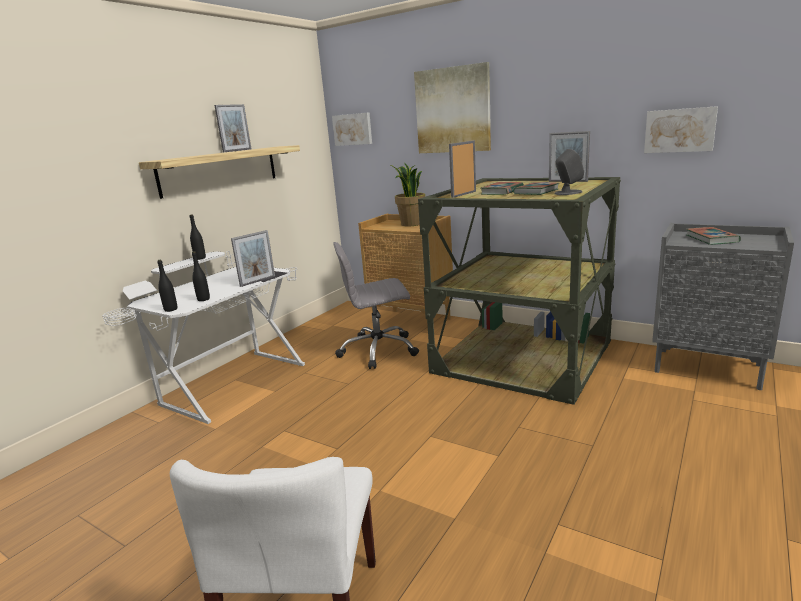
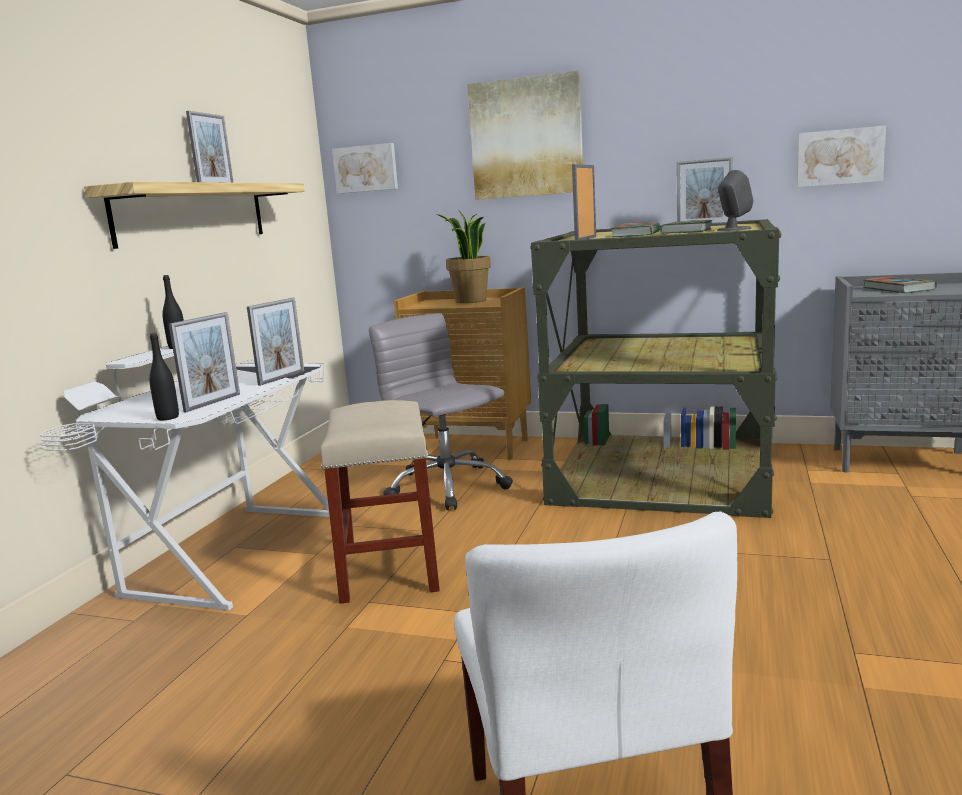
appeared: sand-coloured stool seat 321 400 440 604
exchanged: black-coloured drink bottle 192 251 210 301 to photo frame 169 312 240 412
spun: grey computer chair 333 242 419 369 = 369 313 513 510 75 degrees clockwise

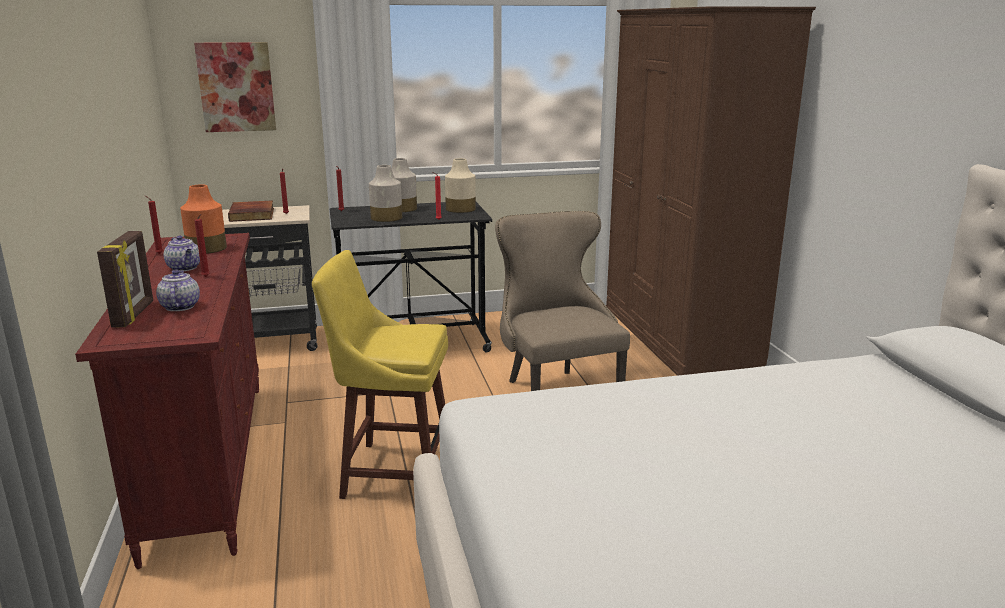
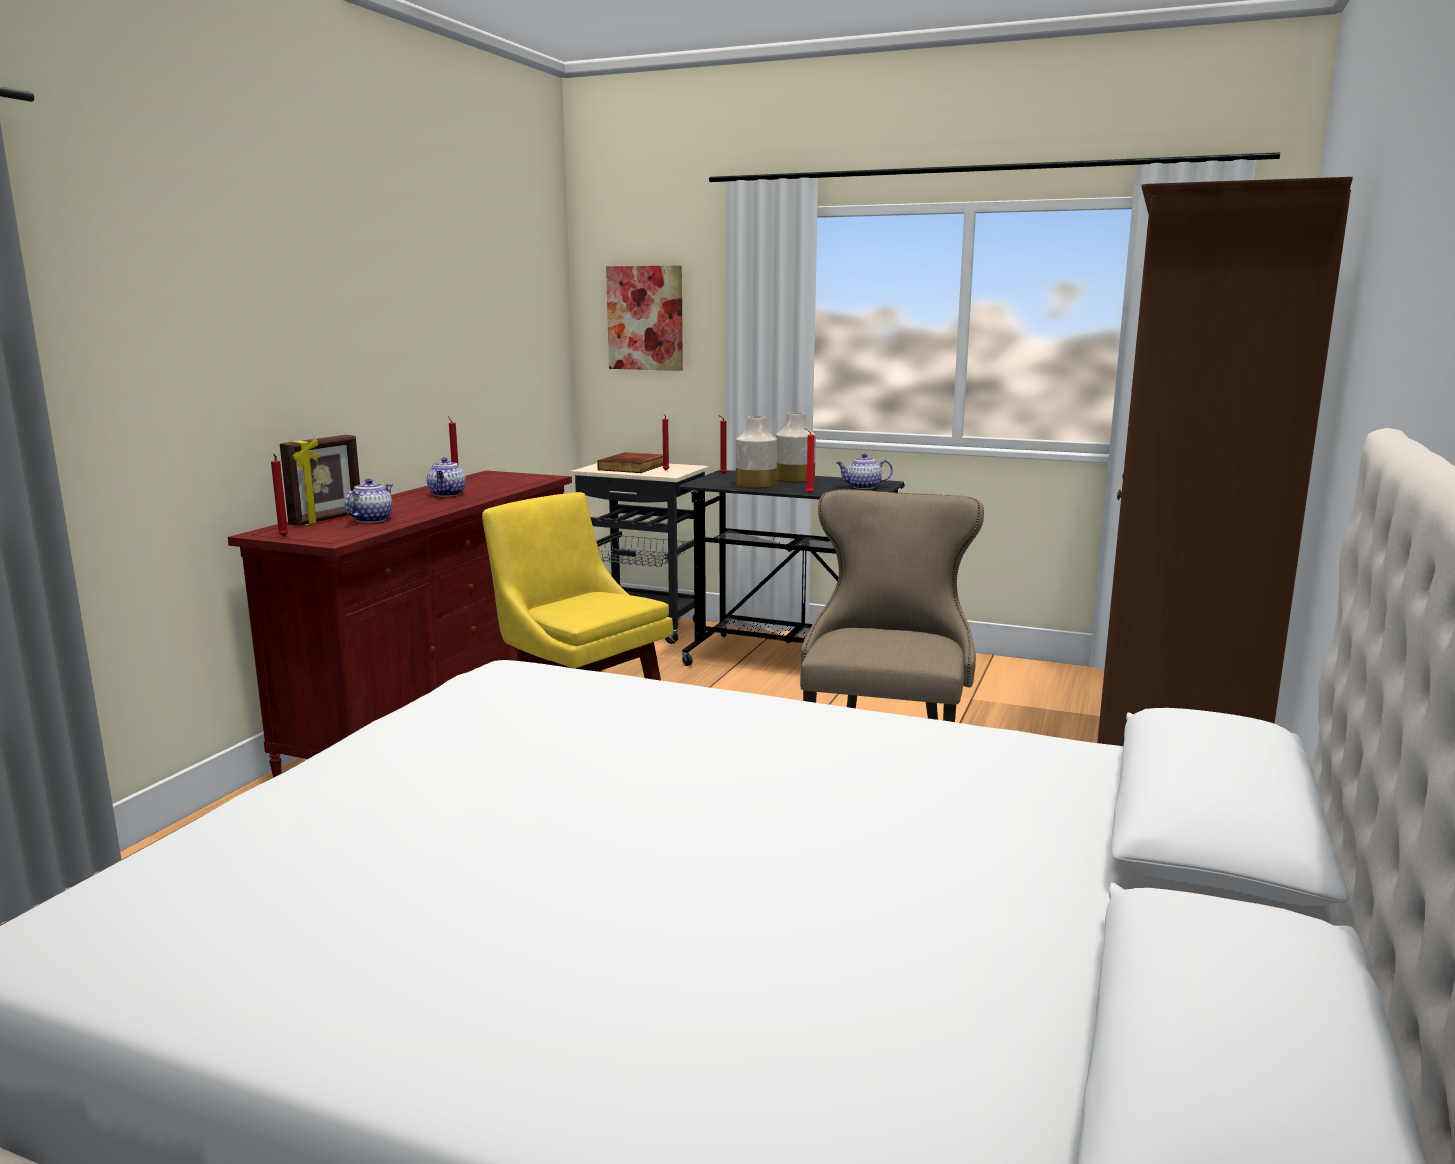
missing: orange-coloured flower vase 180 184 227 254
relocated: red-coloured wax candle 194 214 210 277 to 271 454 289 536
exchanged: sand-coloured flower vase 445 158 476 213 to teapot 836 454 893 489

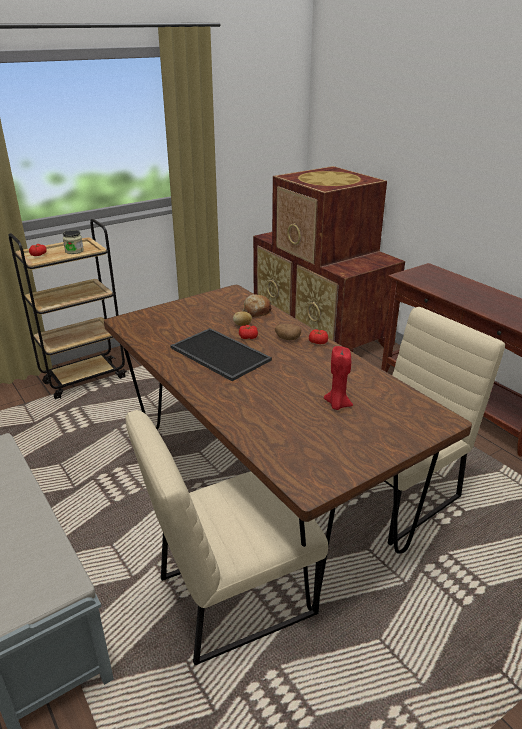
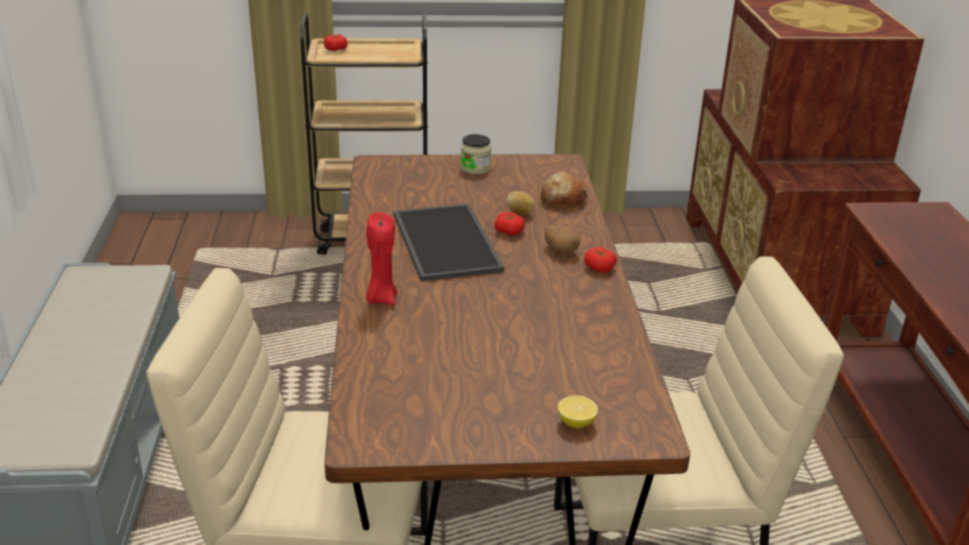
appeared: citrus fruit 558 395 598 428
relocated: preserve jar 63 230 84 254 to 461 134 491 174; red-coloured wax candle 324 346 353 410 to 366 212 397 305

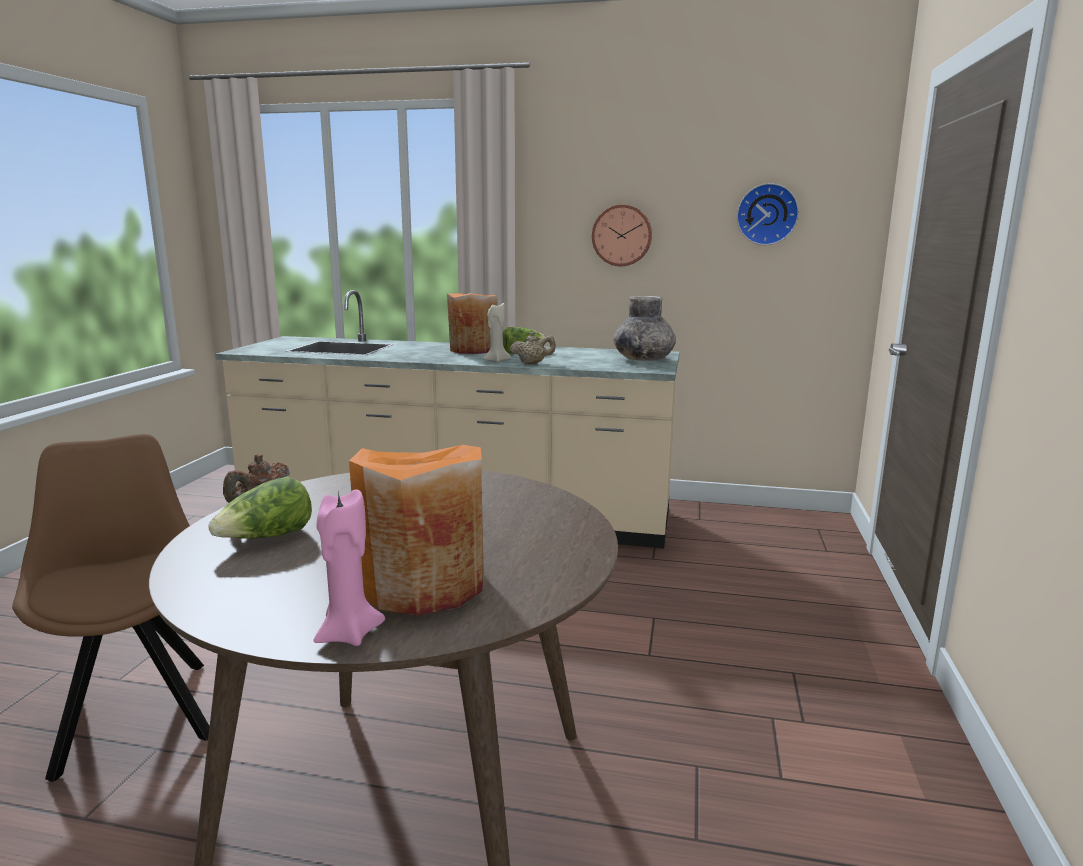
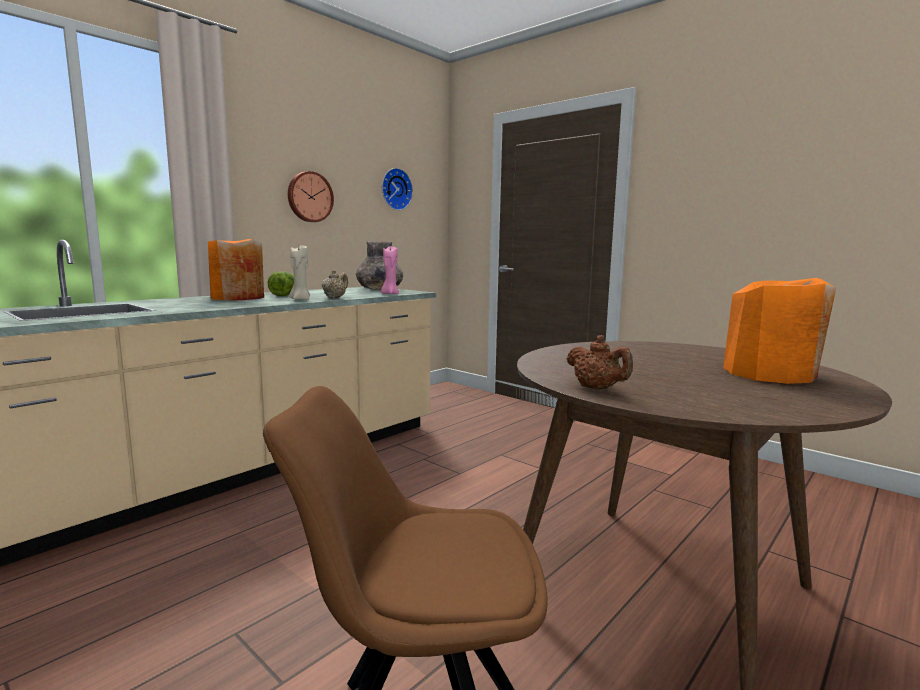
missing: lettuce head 208 477 312 539
relocated: pinkish wax candle 313 489 385 646 to 381 246 399 294

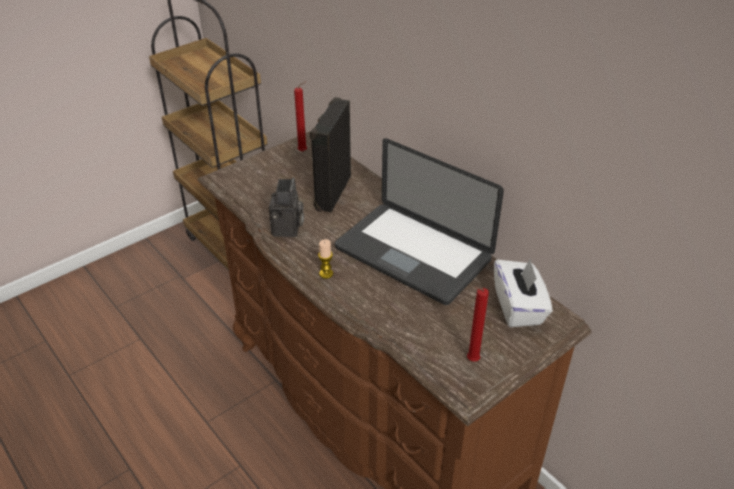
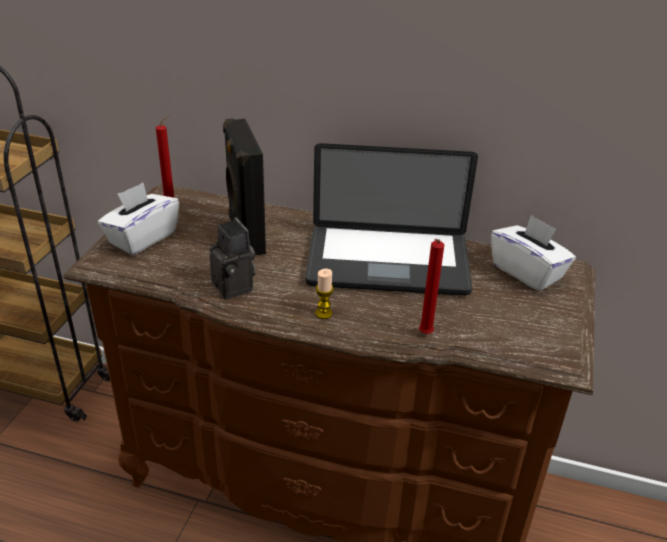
appeared: white-coloured tissue holder 98 183 179 255
relocated: red-coloured wax candle 467 287 489 362 to 419 239 444 334

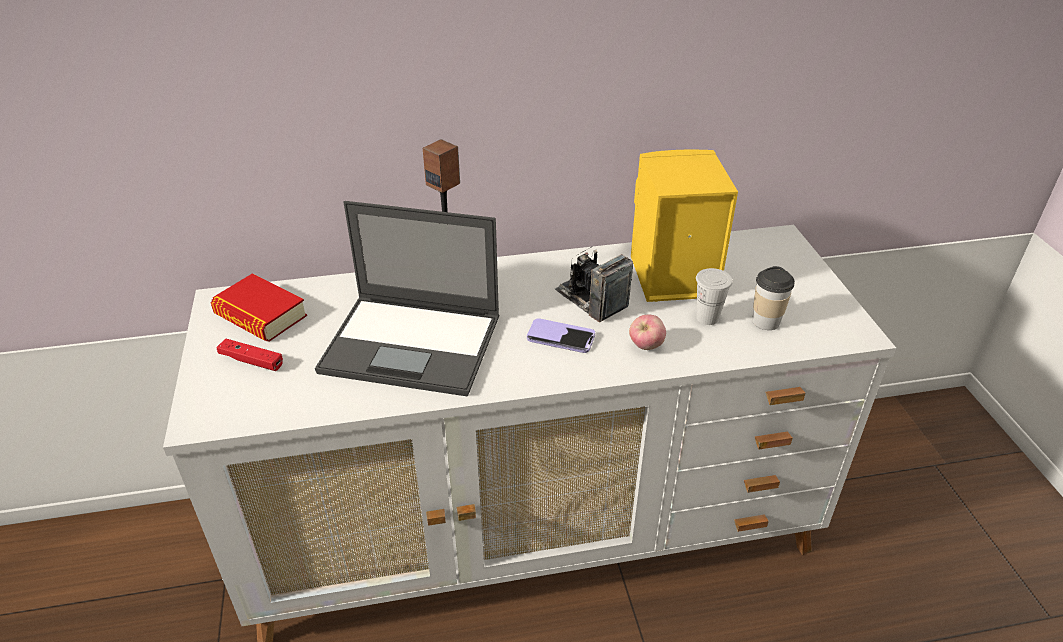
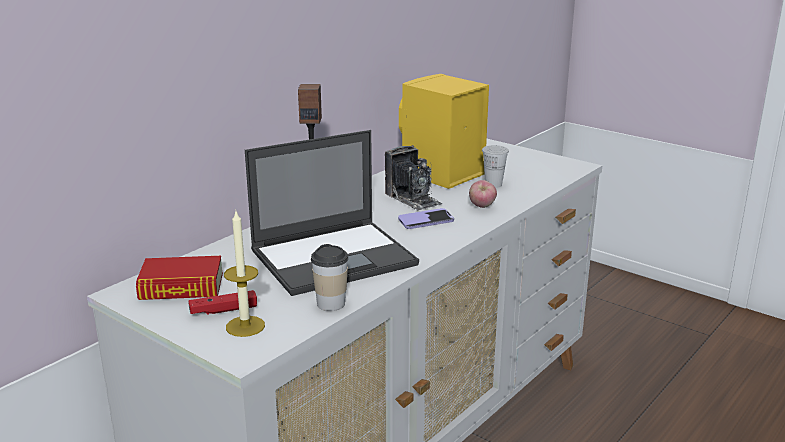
appeared: wax candle 224 209 265 337
relocated: cup 752 266 795 330 to 311 244 348 311
spun: photo camera 555 246 633 323 = 385 145 442 211 135 degrees counterclockwise

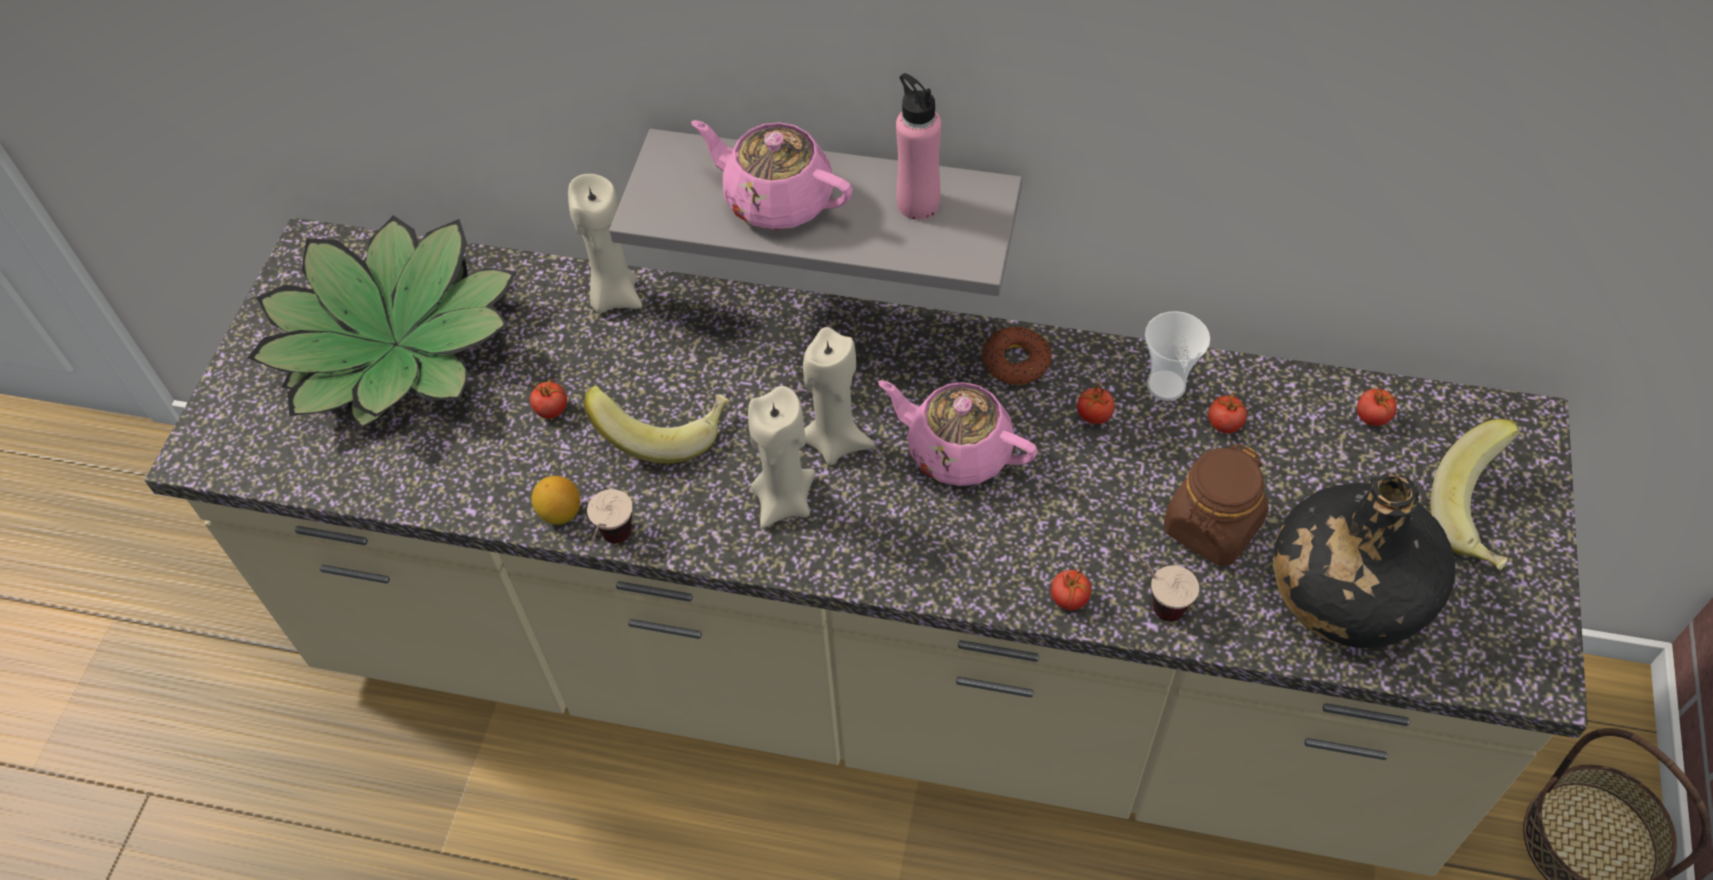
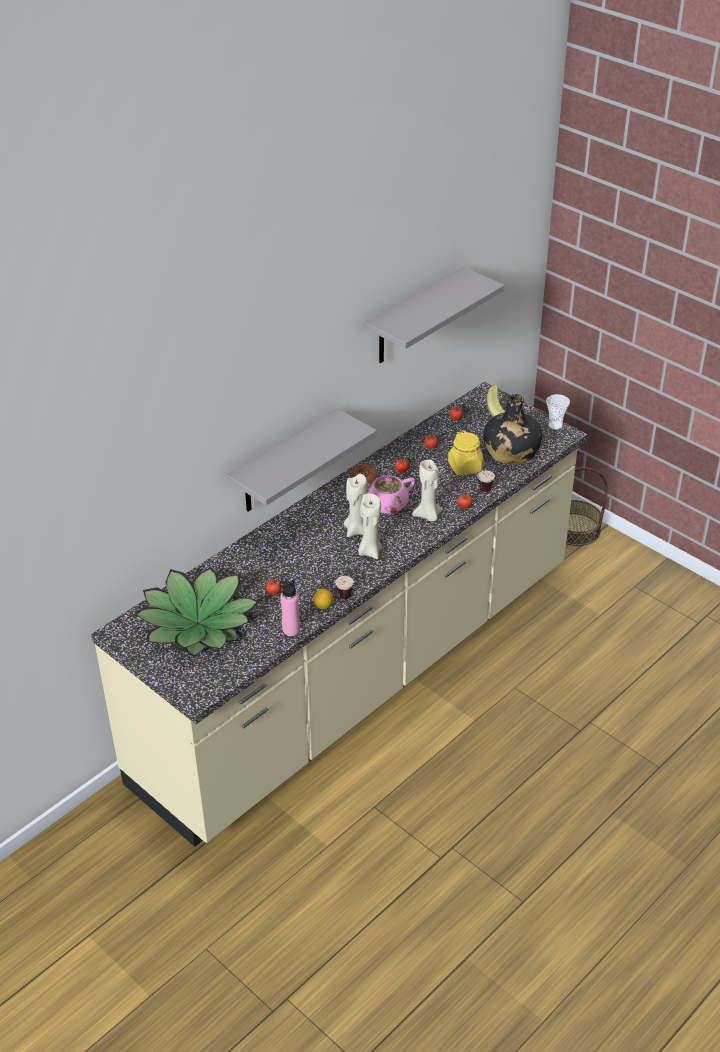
missing: pinkish teapot 691 120 853 230; whole banana 584 386 729 464
appeared: grey wall shelf 364 266 504 363
relocated: pinkish drink bottle 896 73 942 220 to 279 580 300 636; sand-coloured wax candle 568 174 642 313 to 412 460 443 522; cup 1145 311 1210 401 to 546 394 570 430
colour: brown-coloured preserve jar 1164 444 1269 566 to yellowish preserve jar 448 431 484 476

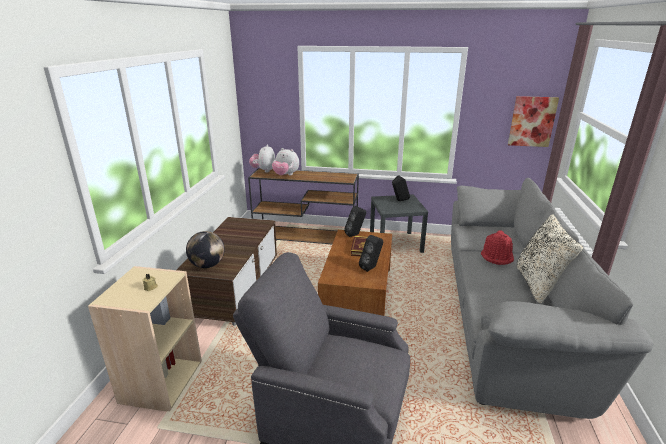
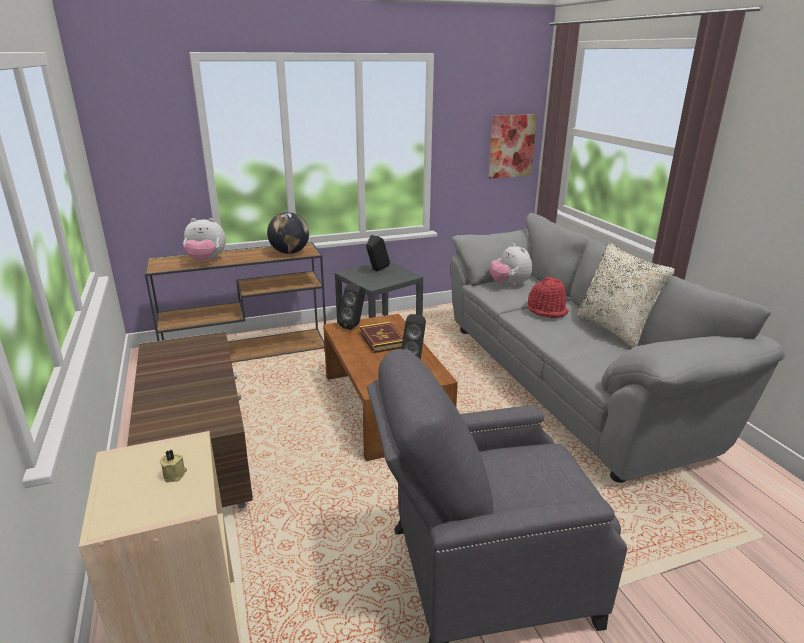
relocated: cuddly toy 249 144 276 173 to 489 243 532 286; desk globe 186 231 225 268 to 267 212 309 254

